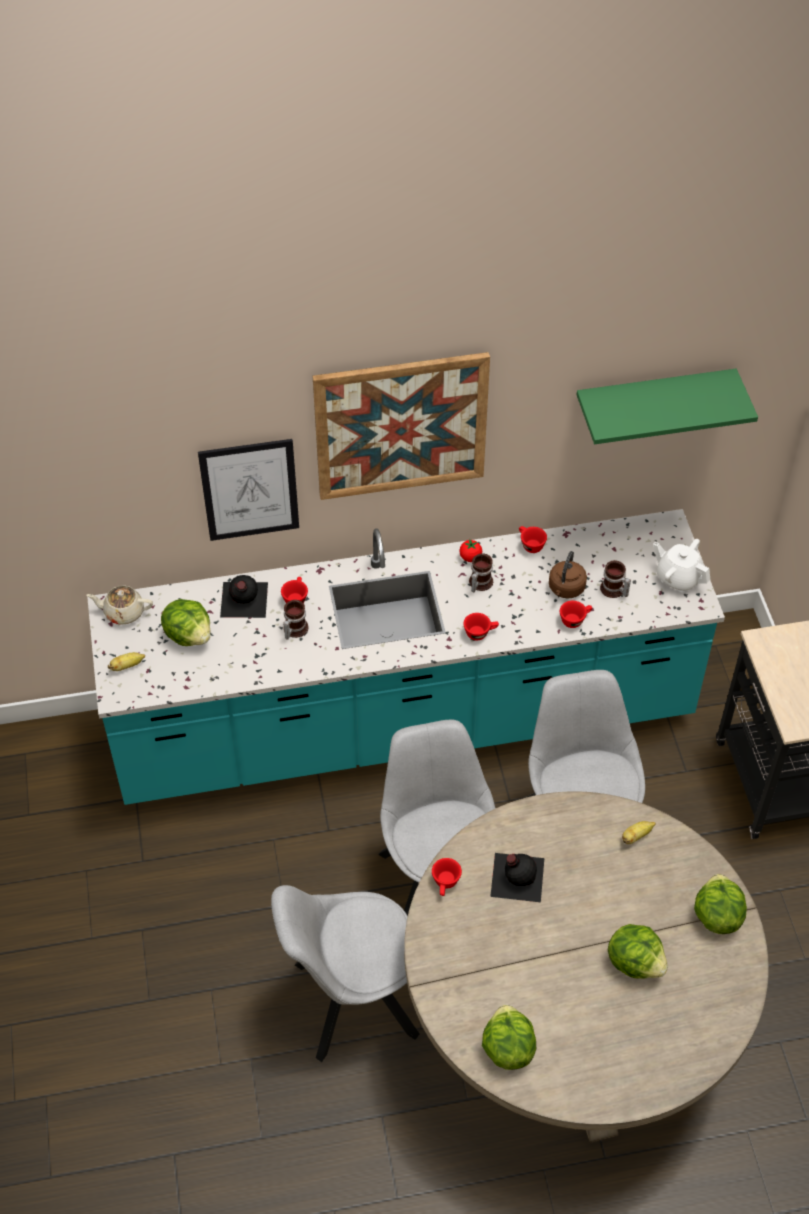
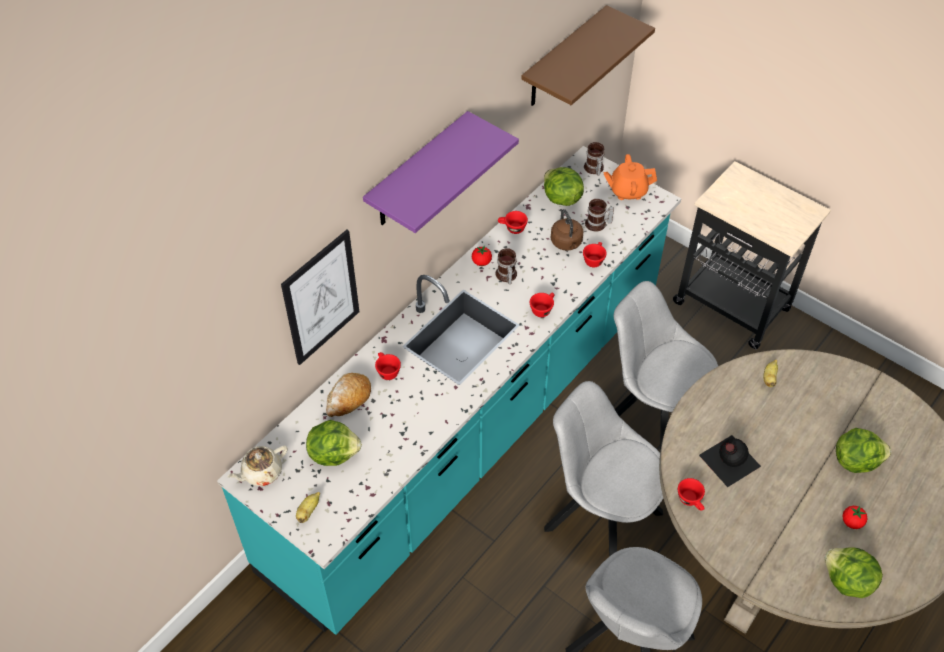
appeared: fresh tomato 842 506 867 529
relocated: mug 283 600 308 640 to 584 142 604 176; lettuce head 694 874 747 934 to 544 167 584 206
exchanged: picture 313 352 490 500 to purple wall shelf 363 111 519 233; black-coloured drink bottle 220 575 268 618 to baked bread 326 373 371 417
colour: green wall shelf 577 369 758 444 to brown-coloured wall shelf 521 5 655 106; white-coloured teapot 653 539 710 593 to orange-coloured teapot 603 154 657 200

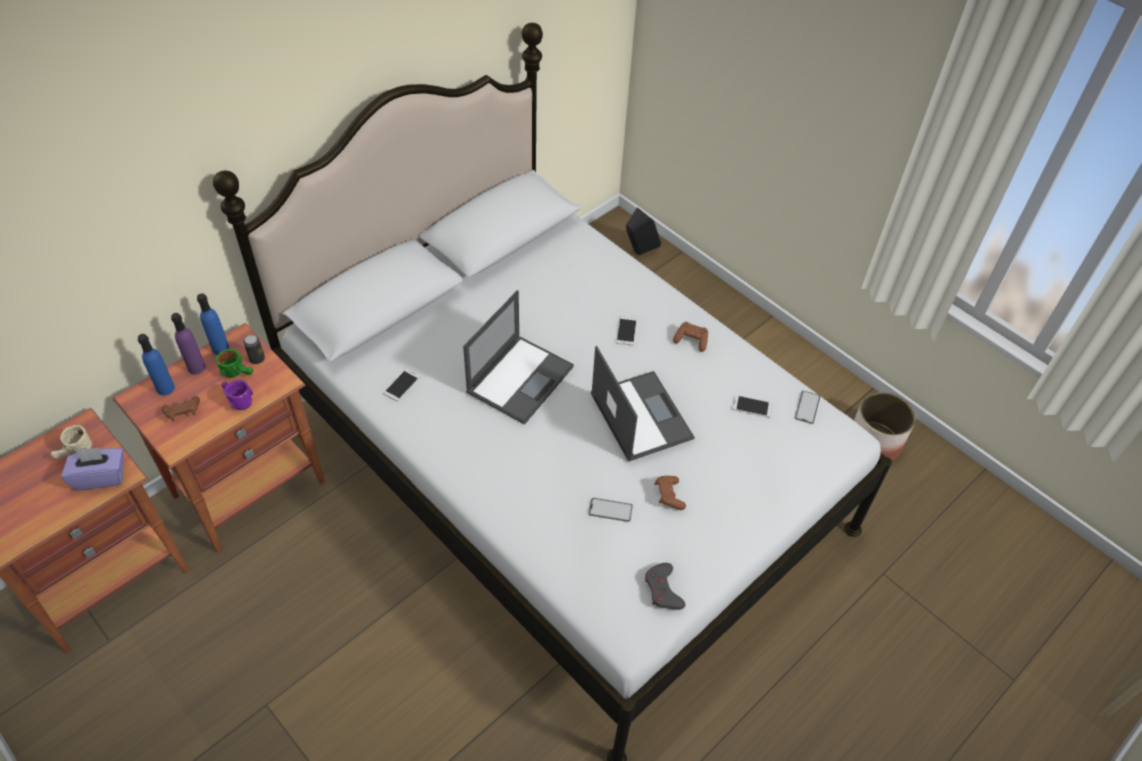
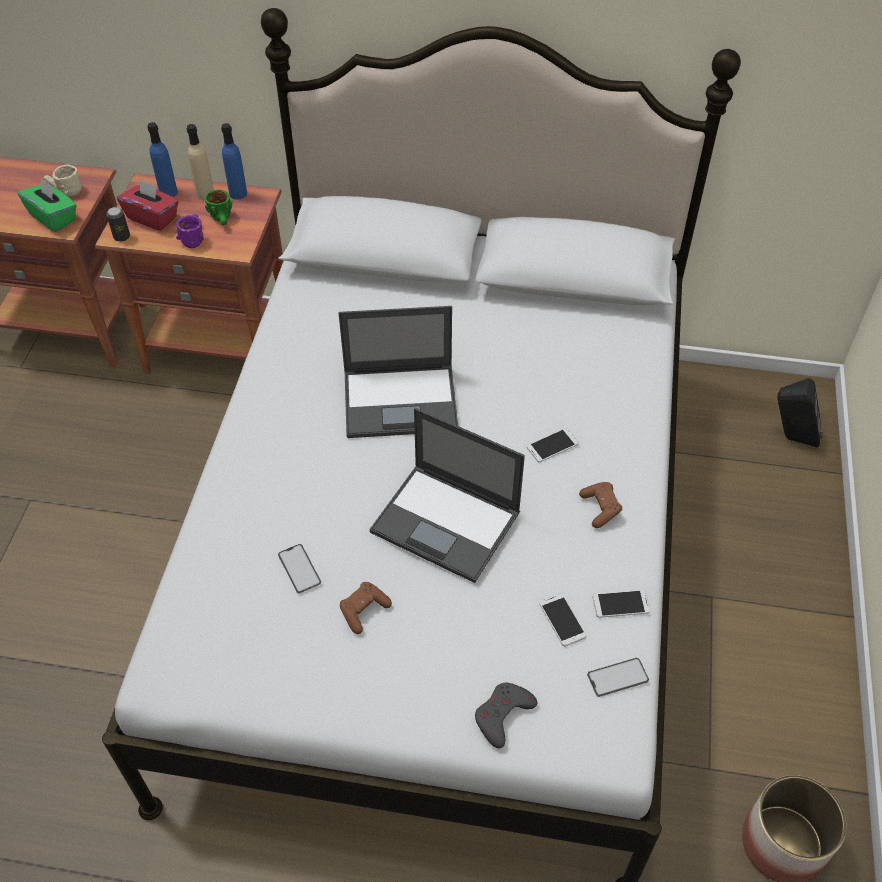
relocated: sealed can 243 335 265 364 to 106 207 130 242; phone 383 369 420 401 to 593 590 650 618; grey joypad 645 563 685 610 to 475 683 537 748
exchanged: brown-coloured joypad 162 396 200 421 to red-coloured tissue holder 117 179 179 231
colour: purple drink bottle 171 313 206 374 to sand-coloured drink bottle 187 124 214 200; purple tissue holder 61 448 124 490 to green tissue holder 18 178 77 232
spun: portable computer 591 346 695 462 = 369 408 525 583 90 degrees clockwise

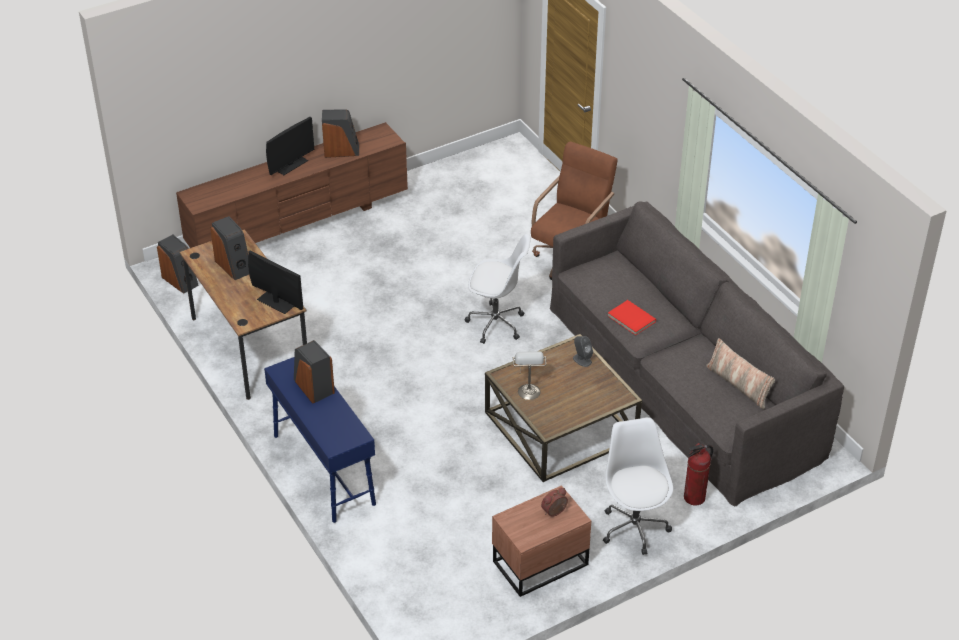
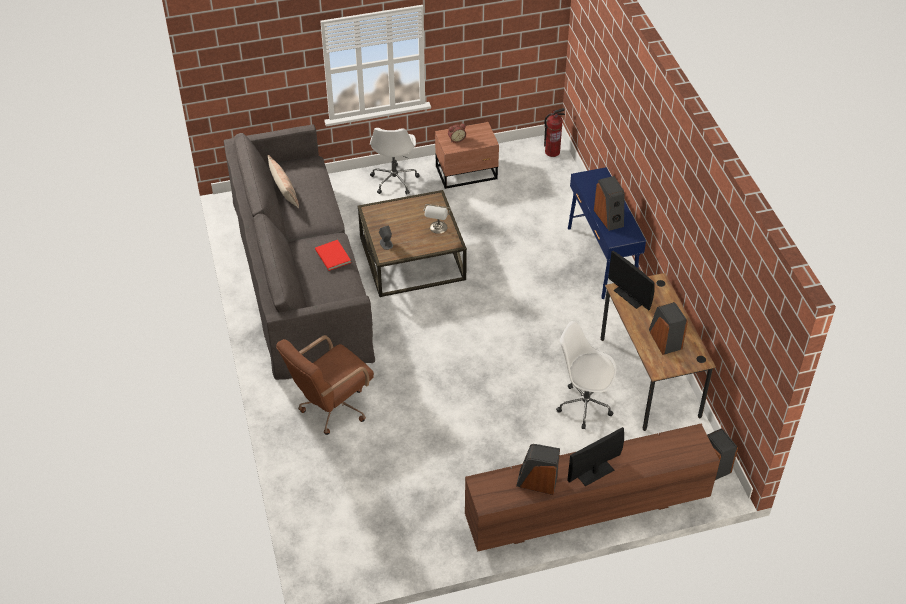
relocated: white-coloured computer chair 464 234 531 344 to 556 321 616 429; fire extinguisher 684 443 713 505 to 544 108 565 157

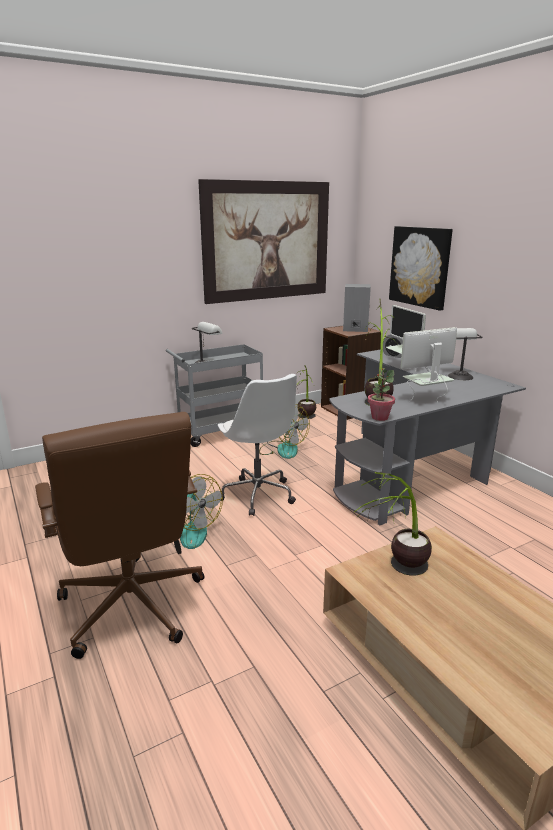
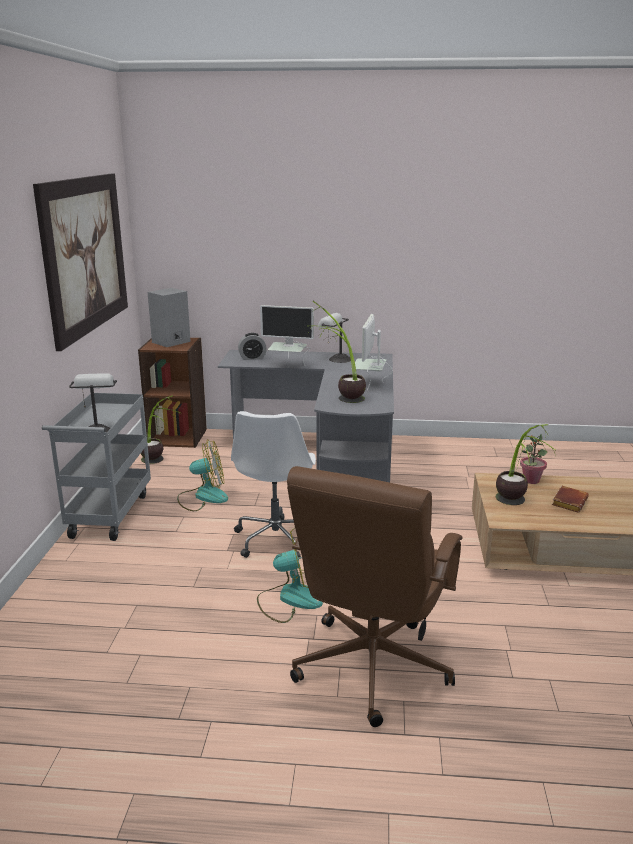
missing: picture 389 226 453 311
appeared: brown-coloured bound book 552 486 589 513
relocated: potted plant 368 368 395 421 to 520 434 547 484
spun: white-coloured computer chair 218 374 297 516 = 231 411 316 558 90 degrees clockwise; brown-coloured computer chair 35 412 204 659 = 287 466 463 727 105 degrees clockwise

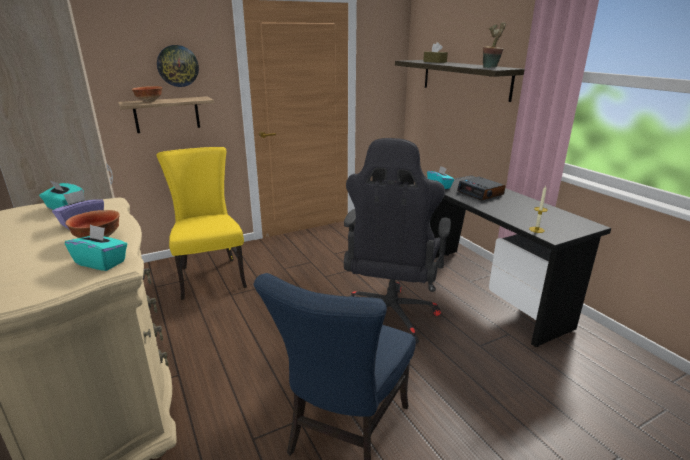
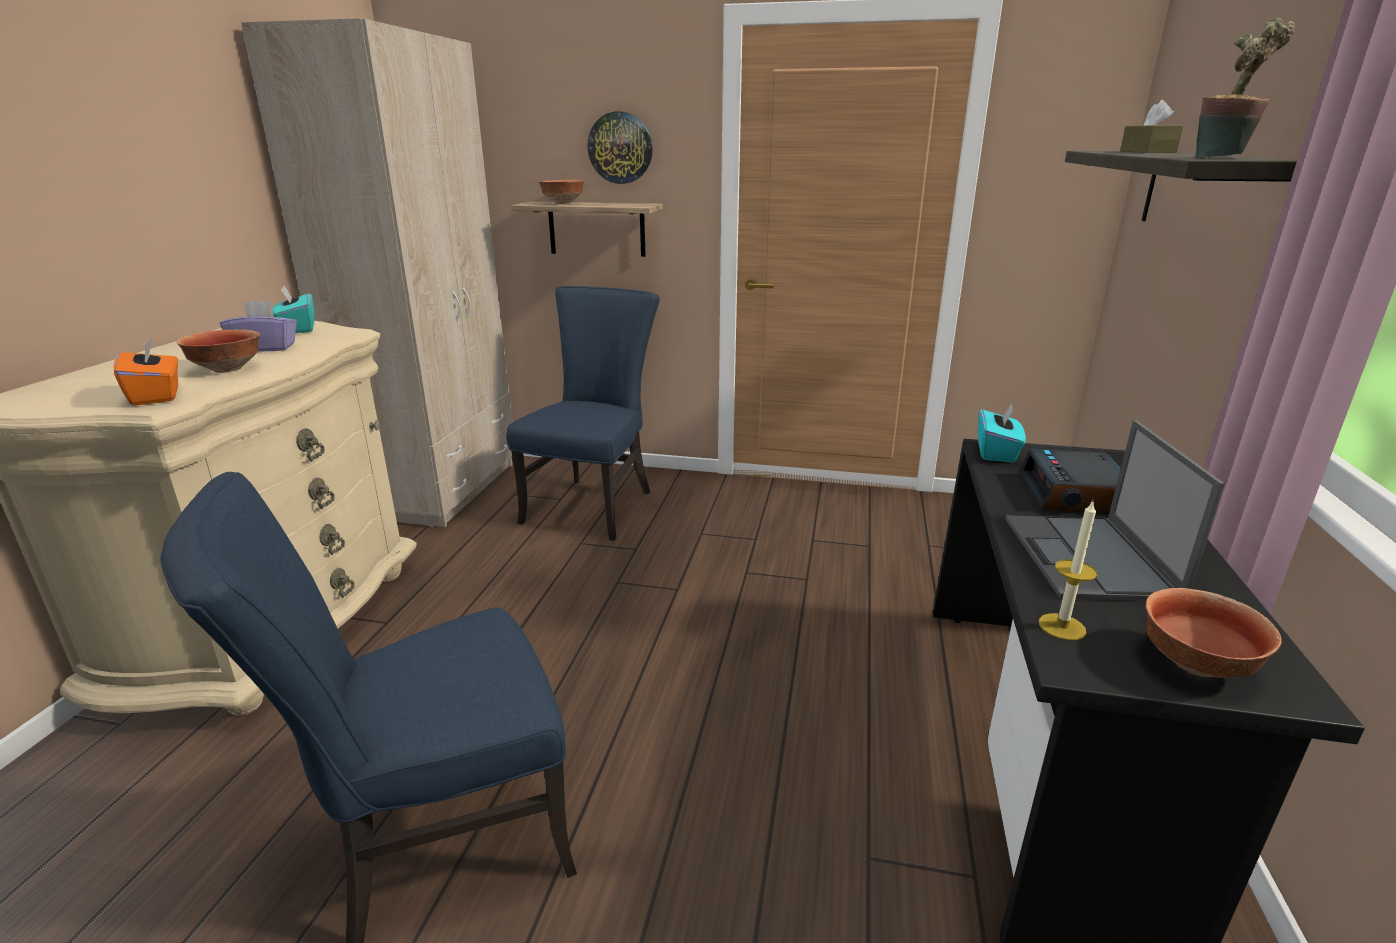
missing: black-coloured computer chair 344 138 451 344
appeared: portable computer 1005 420 1225 601; serving bowl 1146 588 1282 678
colour: yellowish chair 156 147 247 300 to blue-coloured chair 506 286 660 541; turquoise-coloured tissue holder 65 224 127 271 to orange-coloured tissue holder 113 337 178 406

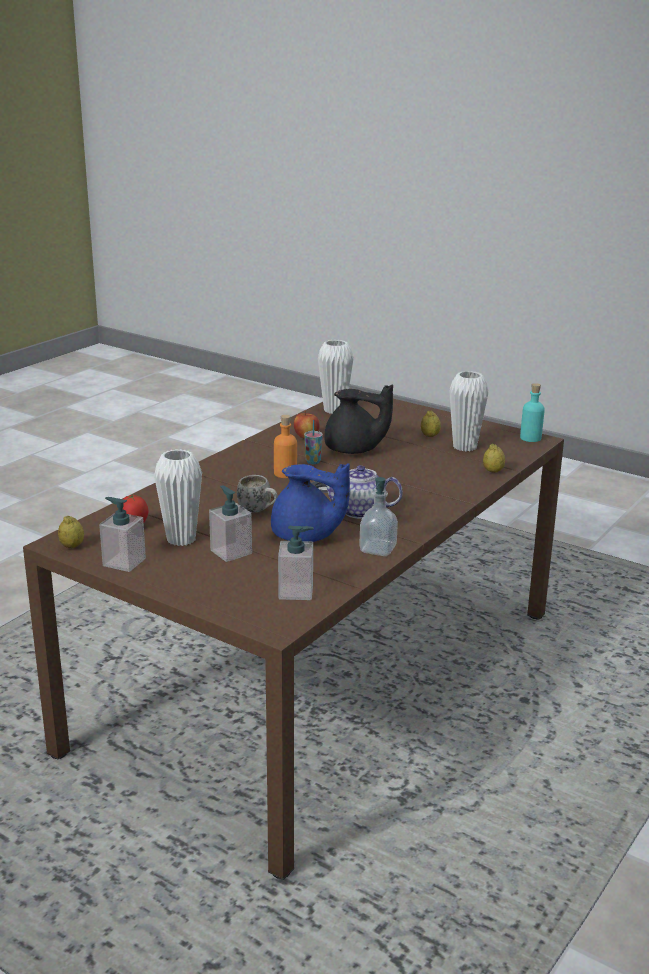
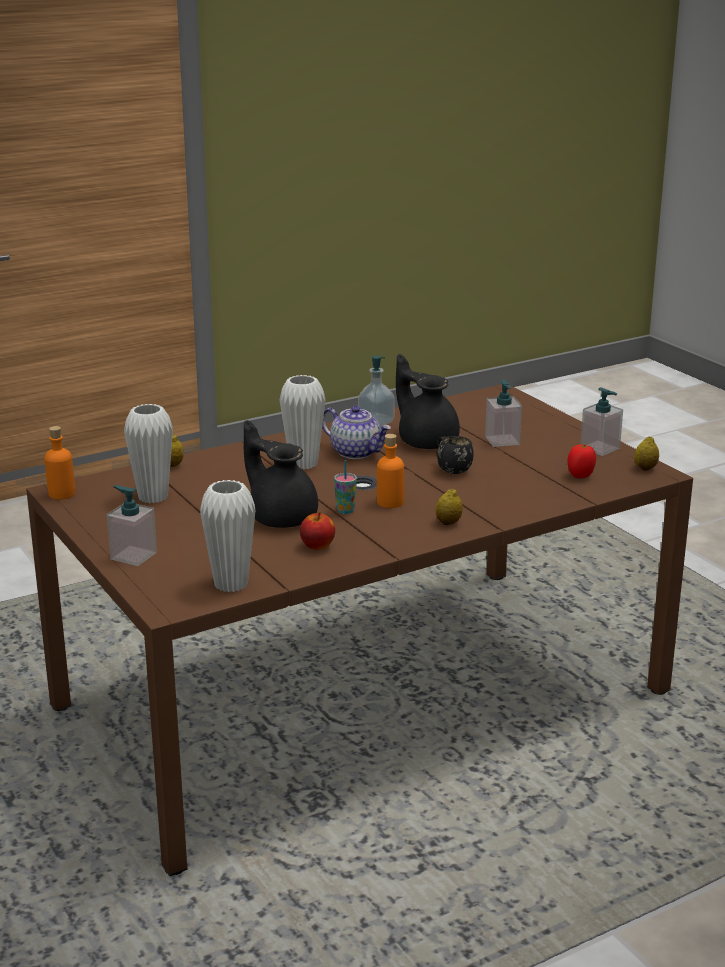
relocated: citrus fruit 421 411 441 437 to 436 488 463 525; white-coloured flower vase 154 449 202 546 to 280 375 326 470; soap bottle 278 526 314 600 to 107 485 157 566
colour: turquoise-coloured drink bottle 520 383 545 442 to orange-coloured drink bottle 44 426 75 500; blue-coloured teapot 271 463 350 542 to black-coloured teapot 396 354 460 449; white-coloured mug 237 475 278 512 to black-coloured mug 437 436 473 474

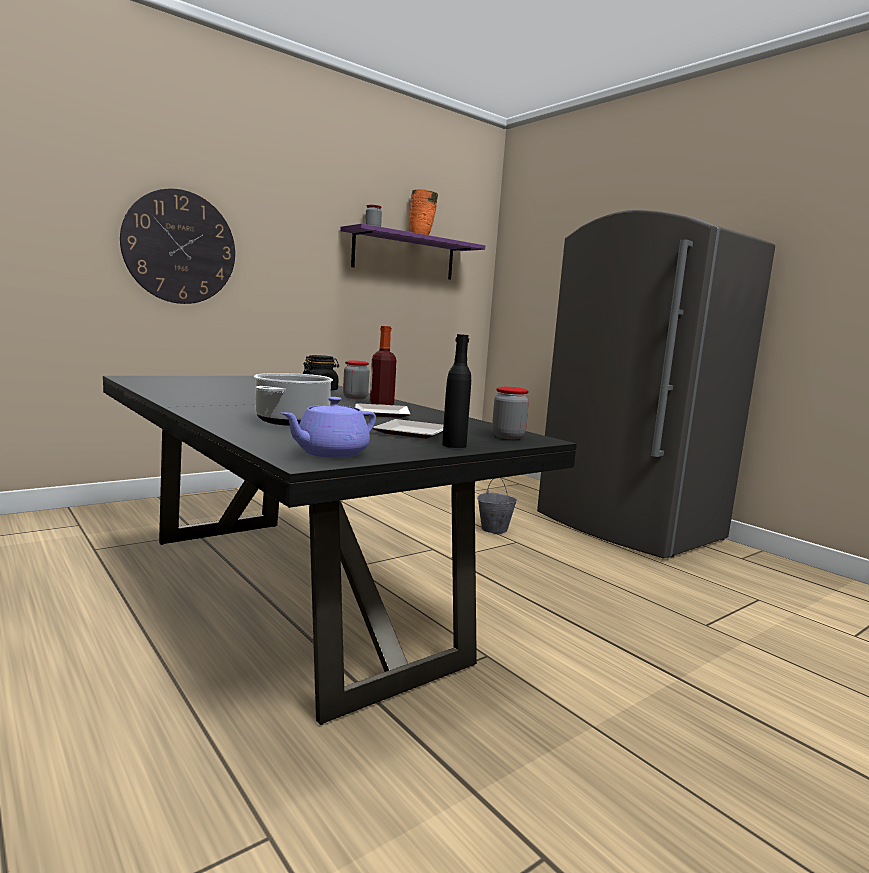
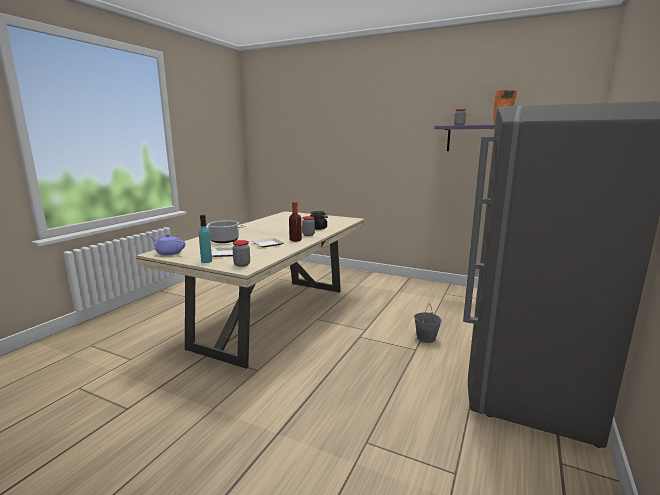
missing: wall clock 120 188 235 304
colour: black-coloured drink bottle 442 334 471 448 to turquoise-coloured drink bottle 199 215 212 263; black-coloured dinner table 103 376 577 725 to sand-coloured dinner table 136 211 365 369

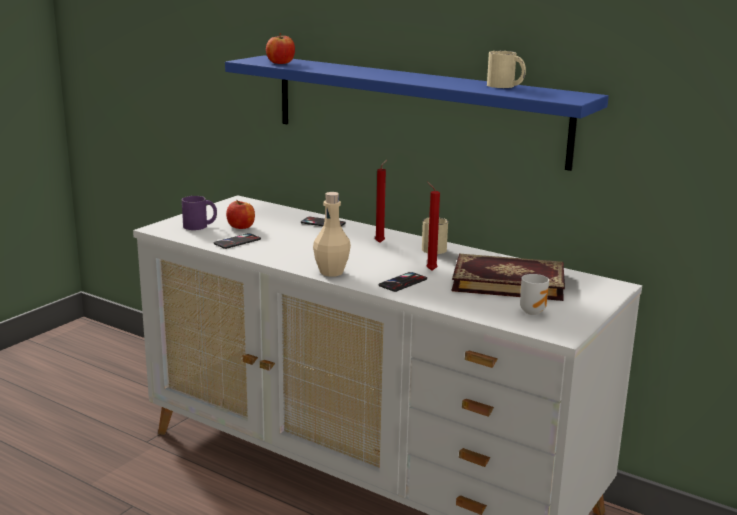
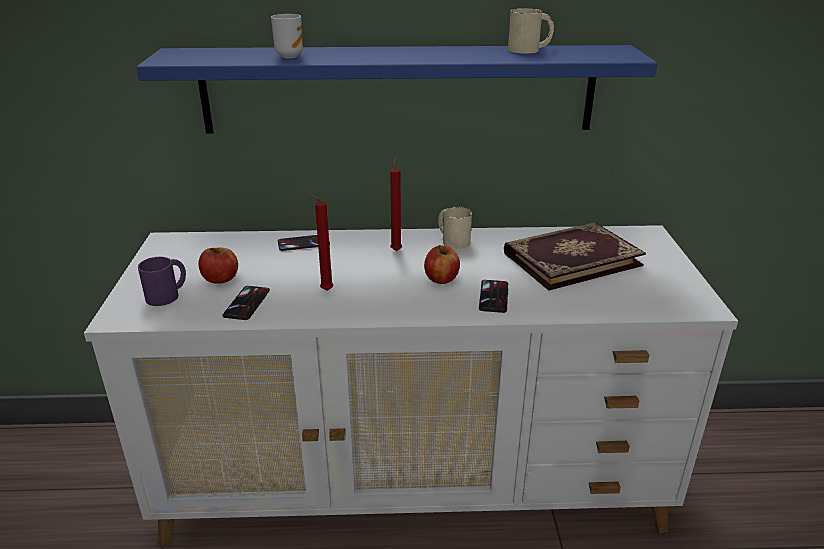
missing: sand-coloured drink bottle 313 192 351 277
relocated: apple 266 33 295 64 to 424 245 460 284; red-coloured wax candle 426 182 440 271 to 308 193 333 291; mug 520 274 549 315 to 271 14 303 59

